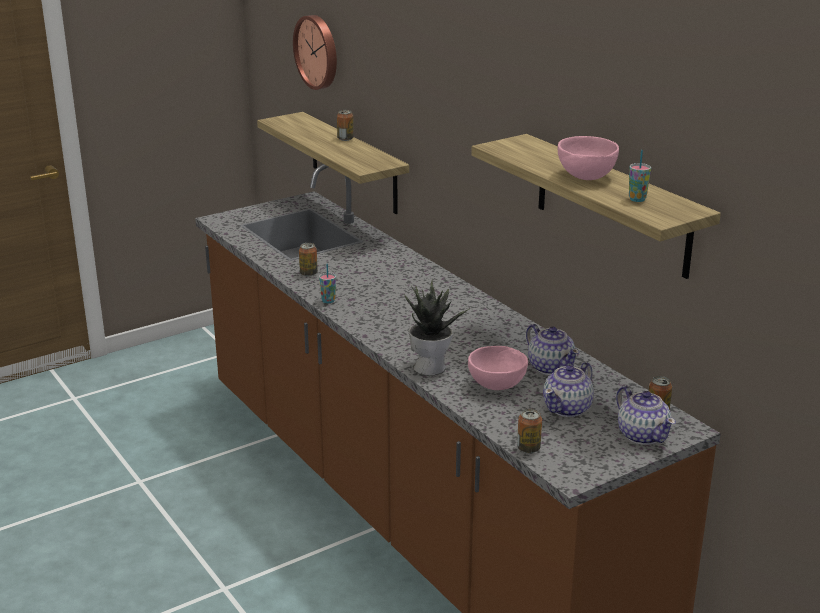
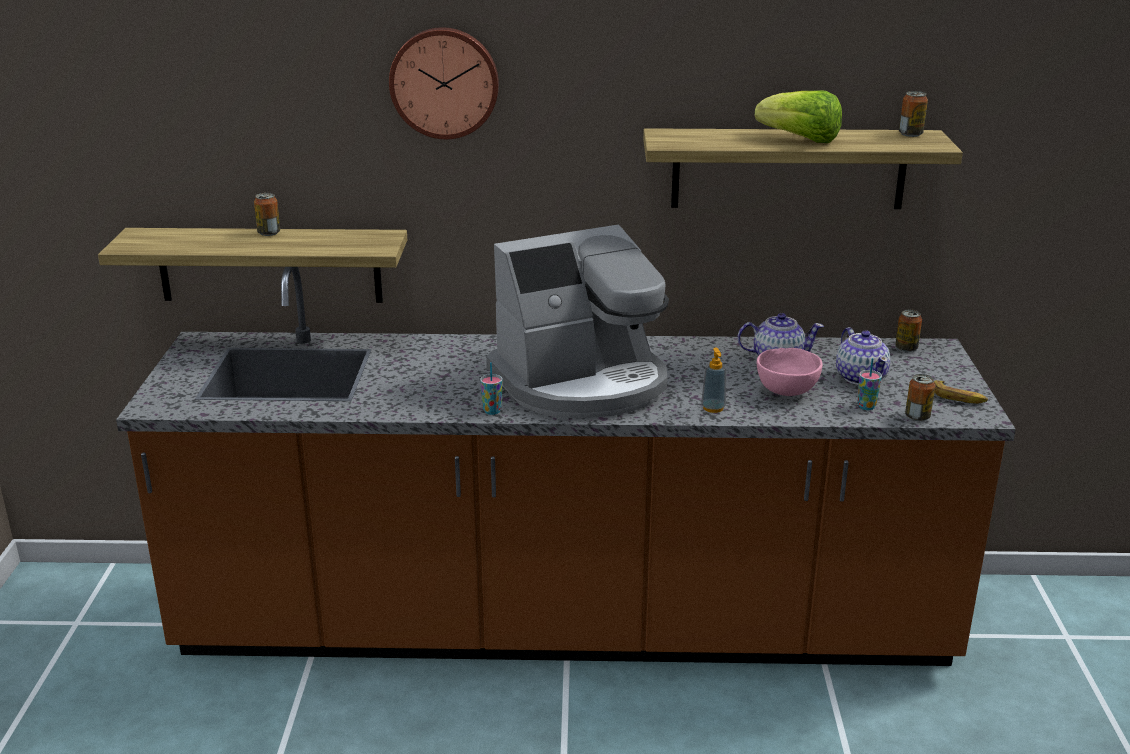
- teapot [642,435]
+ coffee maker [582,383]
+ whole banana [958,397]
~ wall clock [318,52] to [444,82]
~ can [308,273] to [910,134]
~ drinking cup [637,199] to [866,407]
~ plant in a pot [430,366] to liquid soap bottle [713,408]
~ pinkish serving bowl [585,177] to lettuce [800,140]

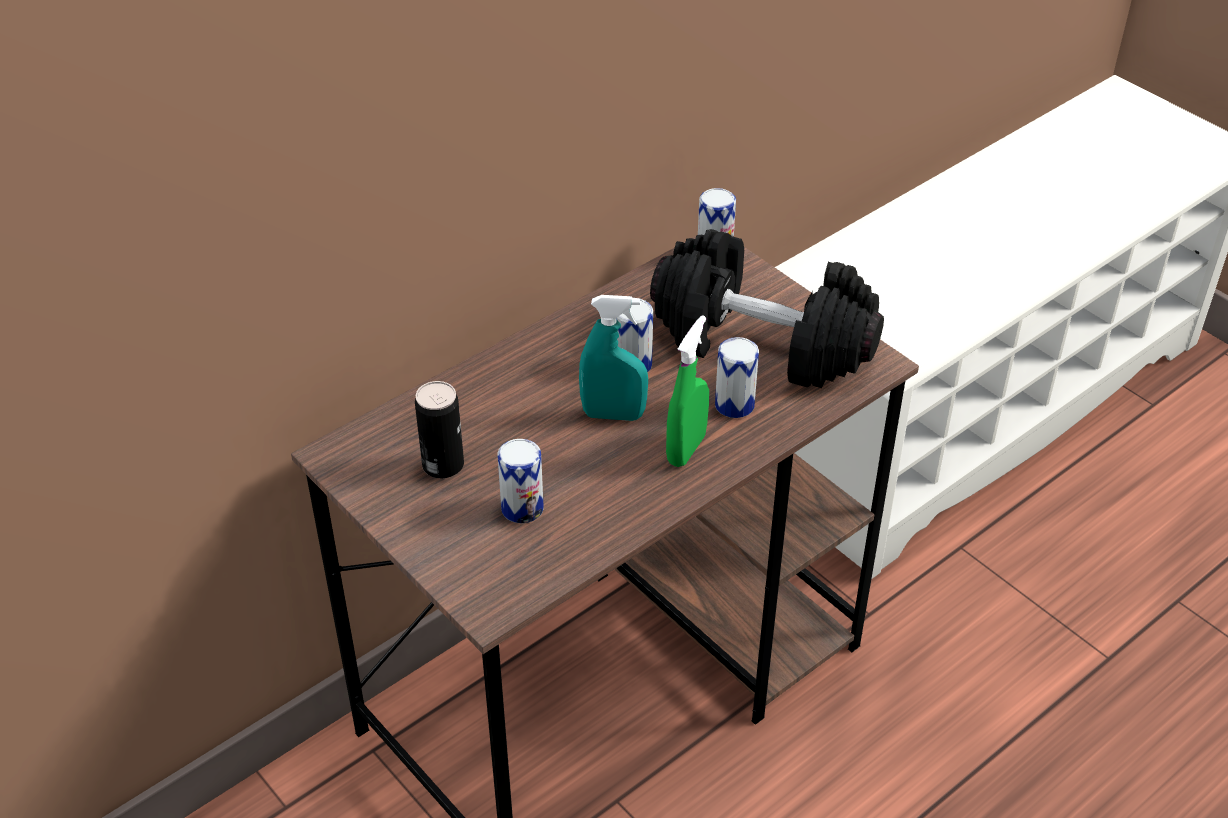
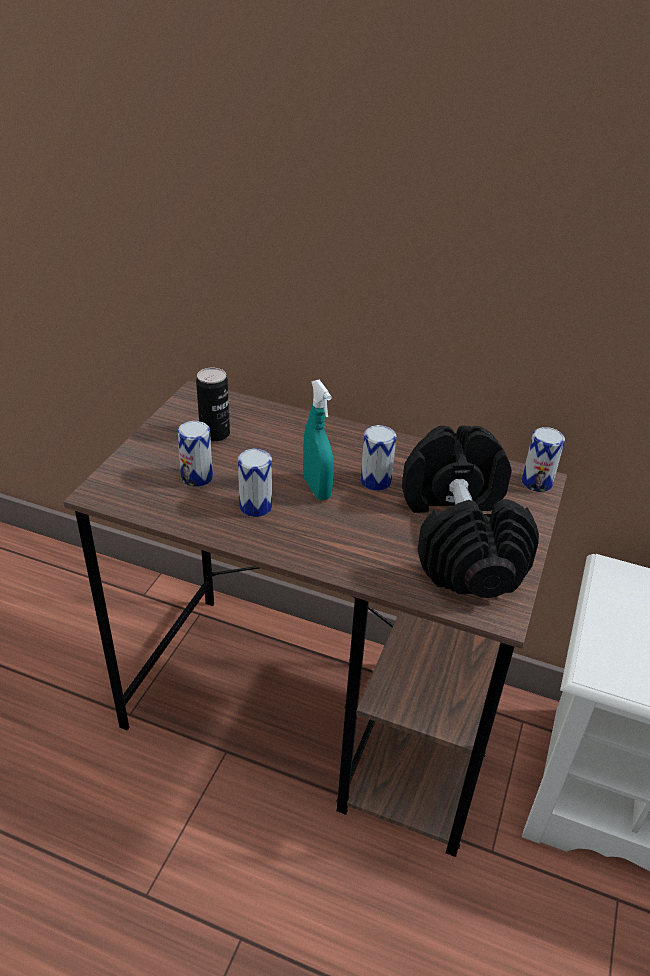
- green spray bottle [686,449]
~ can [734,405] to [255,506]

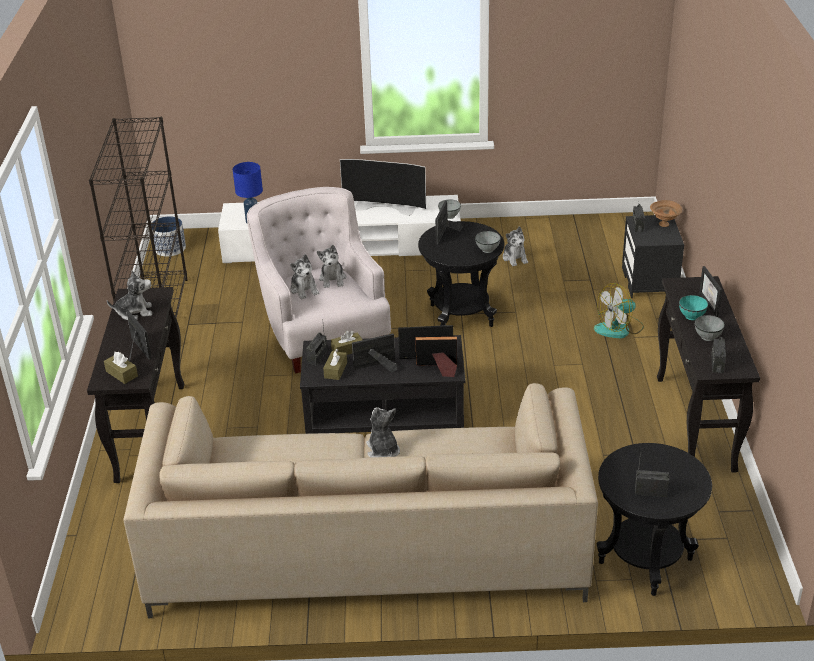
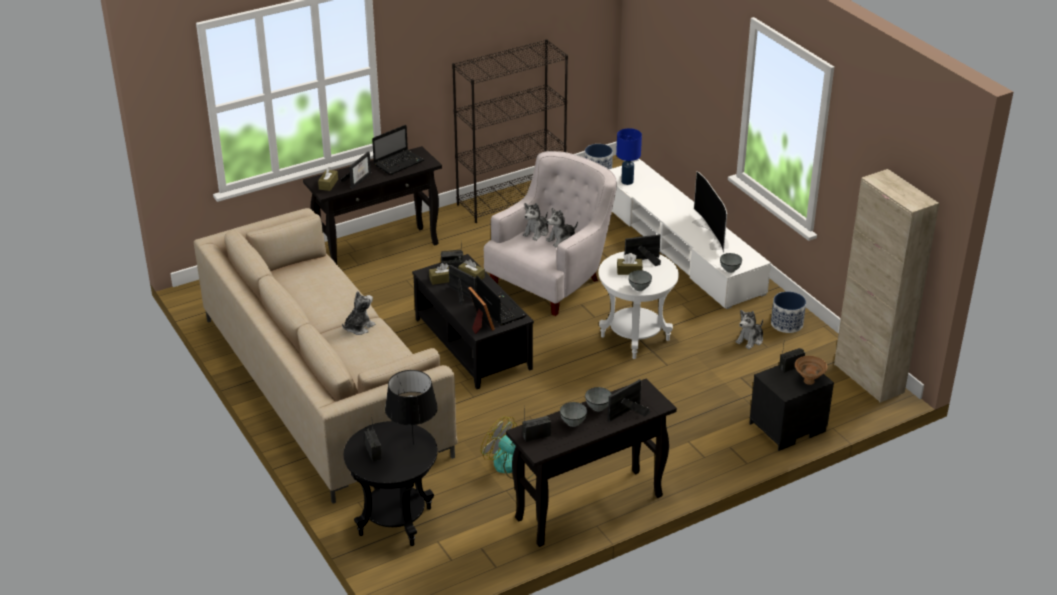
+ blackish lamp for a table [413,444]
+ brownish box of tissues [629,271]
+ plant pot [787,324]
+ sand-coloured cupboard [868,378]
~ cooling fan [619,328] to [512,465]
~ cuddly toy [134,312] to portable computer [399,162]
~ blackish side table [461,316] to whitish side table [635,338]
~ turquoise serving bowl [692,316] to gray serving bowl [597,407]

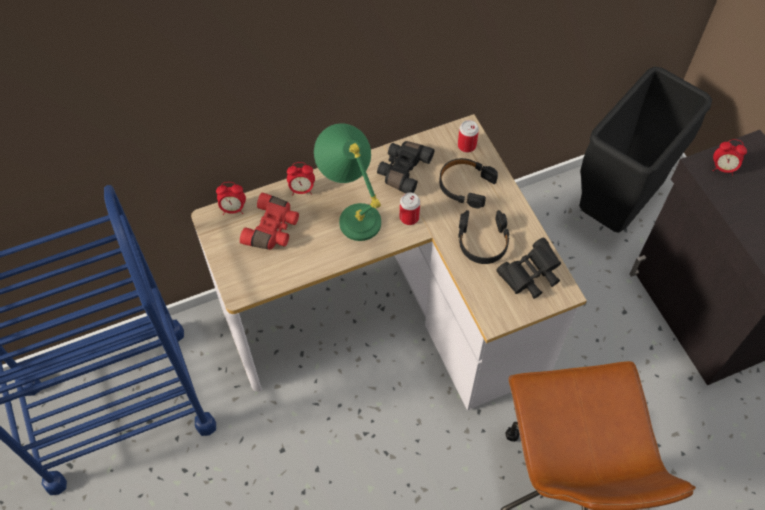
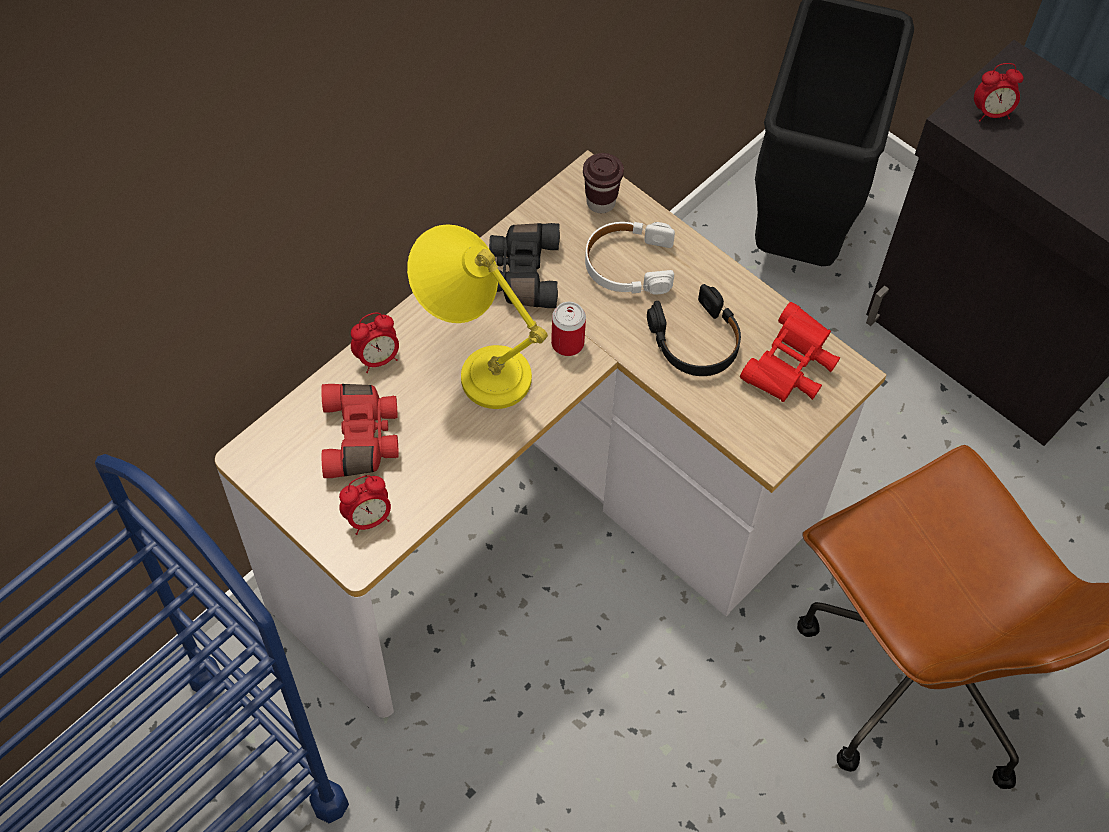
~ alarm clock [233,209] to [368,519]
~ can [466,145] to brownish drinking cup [601,202]
~ green lamp for a table [352,211] to yellow-coloured lamp for a table [474,365]
~ blackish headphones [465,185] to whitish headphones [628,265]
~ blackish pair of binoculars [530,276] to red-coloured pair of binoculars [790,368]

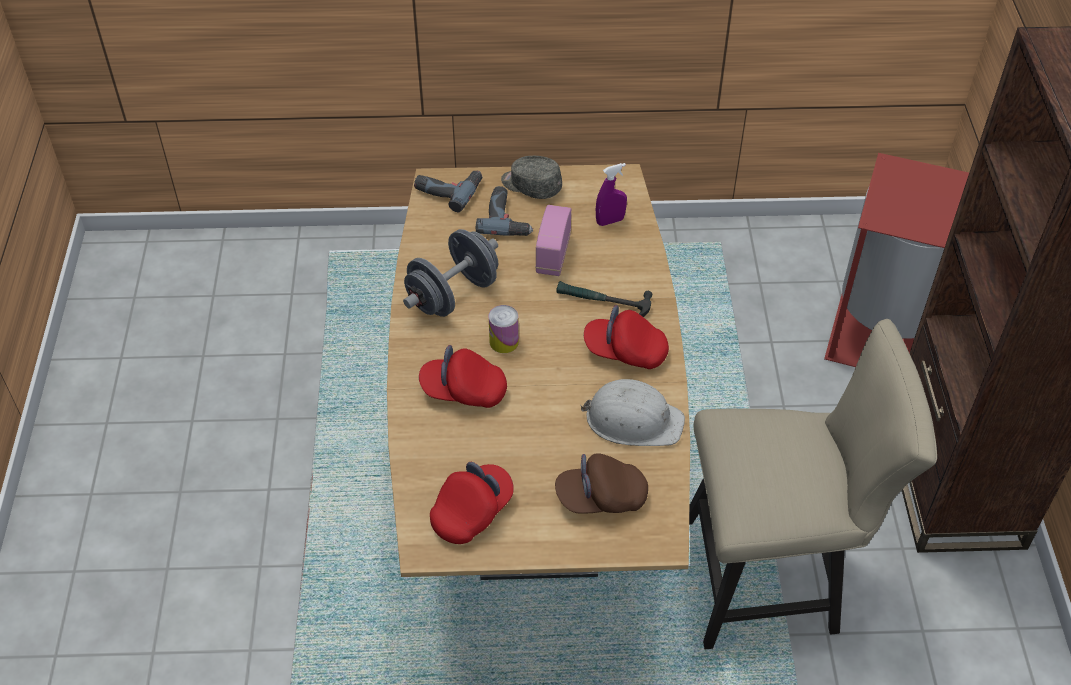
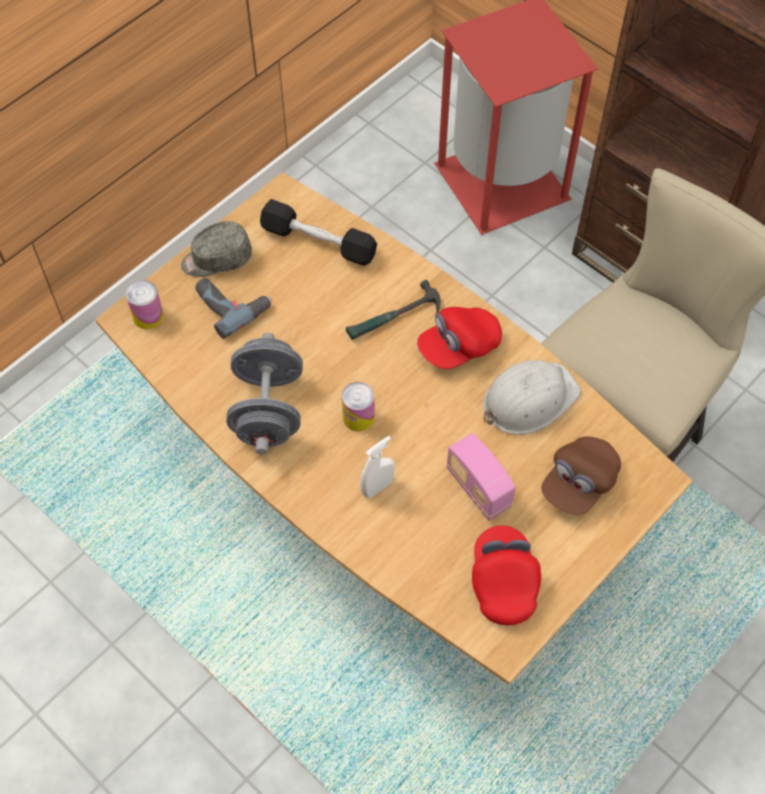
~ radio set [553,255] to [478,488]
~ power drill [448,189] to can [148,316]
~ red-coloured peaked cap [463,391] to whitish spray bottle [377,487]
~ purplish spray bottle [610,221] to blackish dumbbell [318,242]

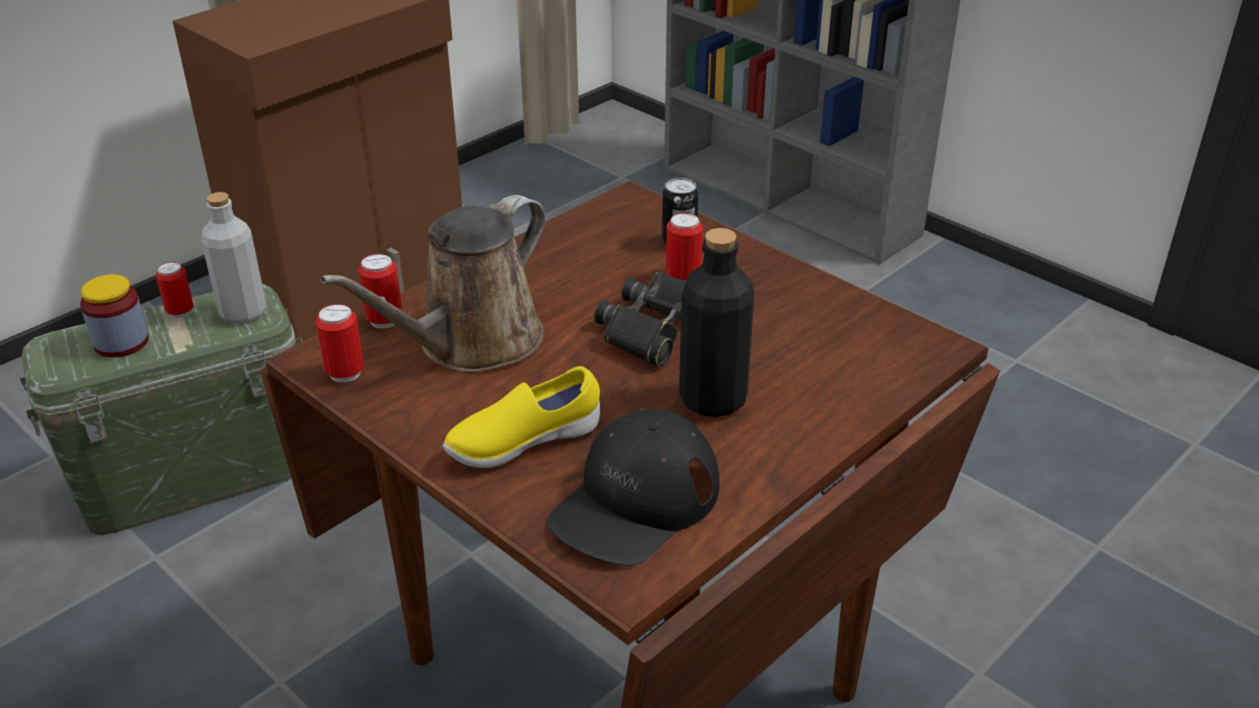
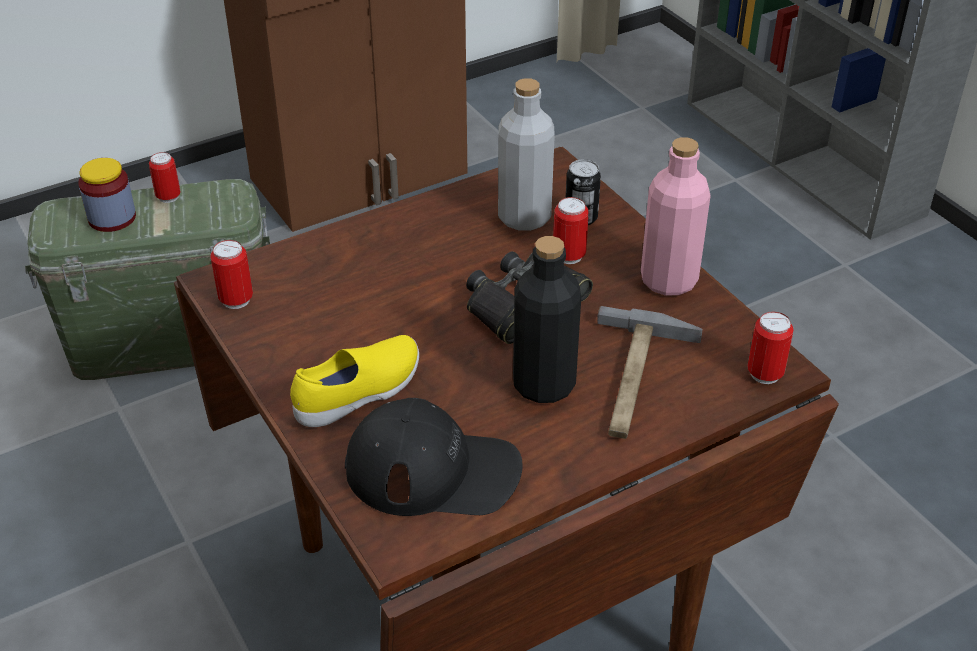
- brownish sprinkling can [471,344]
+ hammer [636,379]
+ pinkish bottle [668,280]
~ gray bottle [243,312] to [524,217]
~ can [384,320] to [765,374]
~ yellow-coloured low shoe [523,442] = [360,395] 150 degrees clockwise
~ blackish peaked cap [635,502] = [433,470] 135 degrees counterclockwise

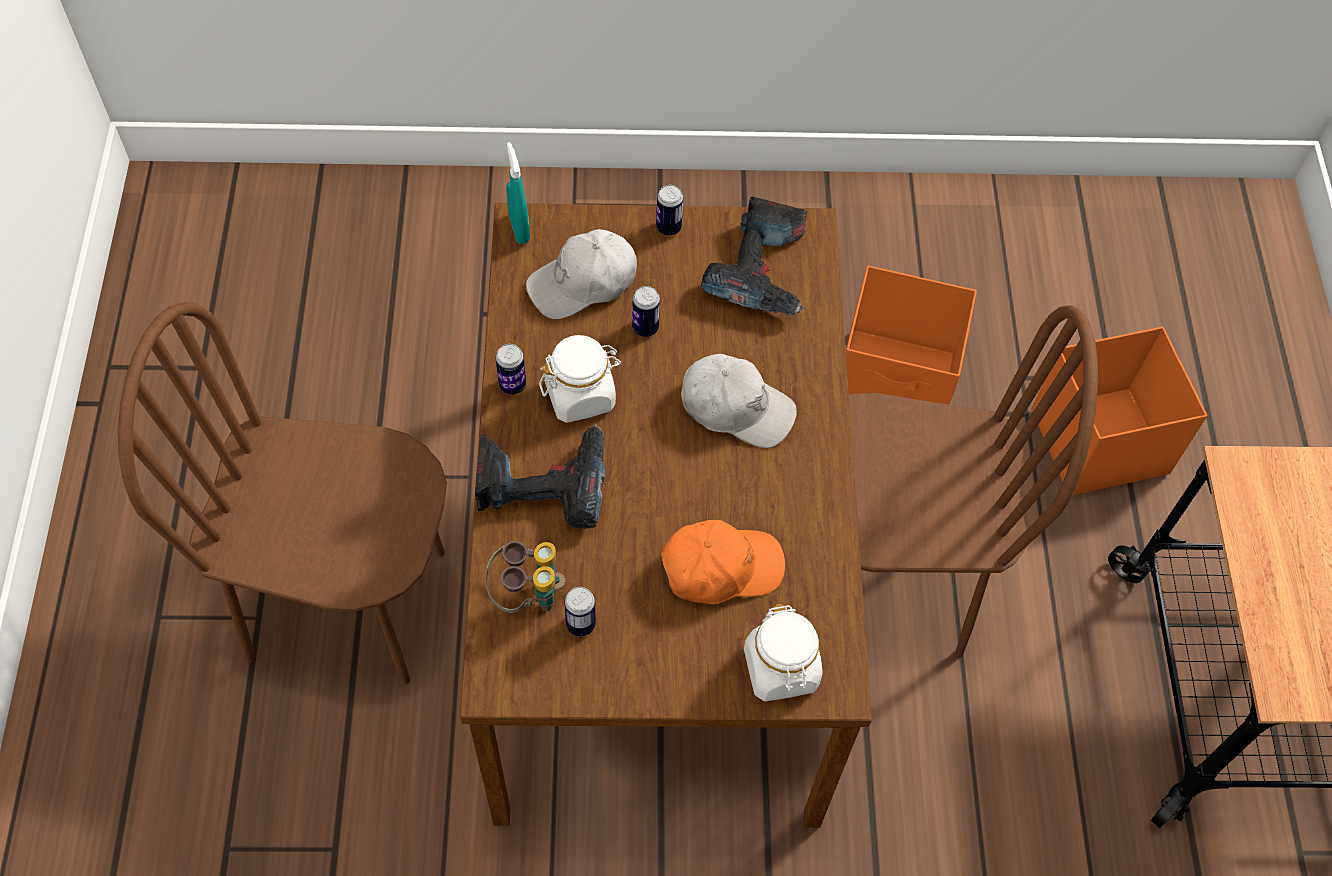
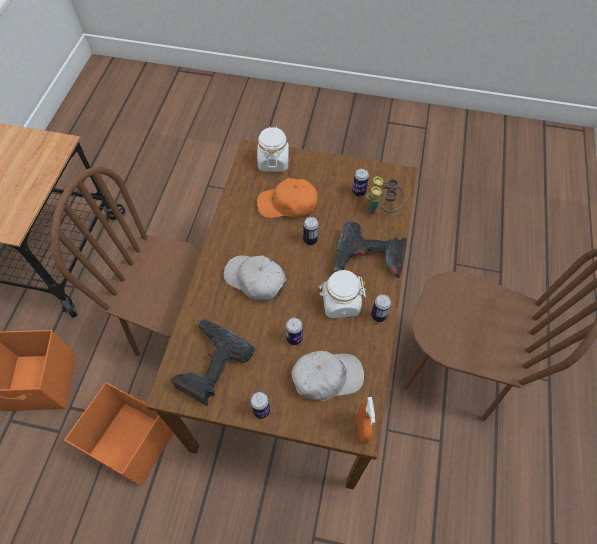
+ can [310,240]
~ turquoise spray bottle [519,229] to orange spray bottle [362,429]

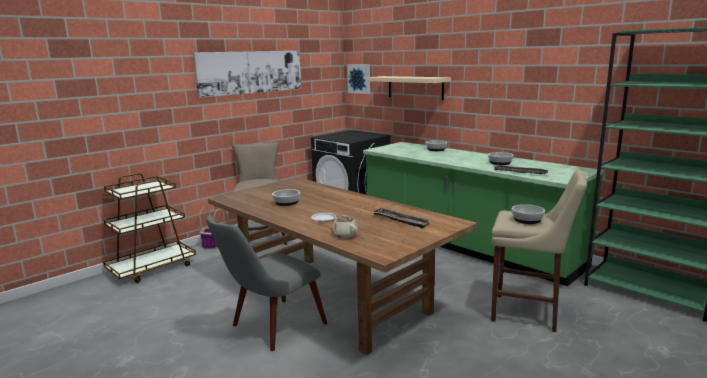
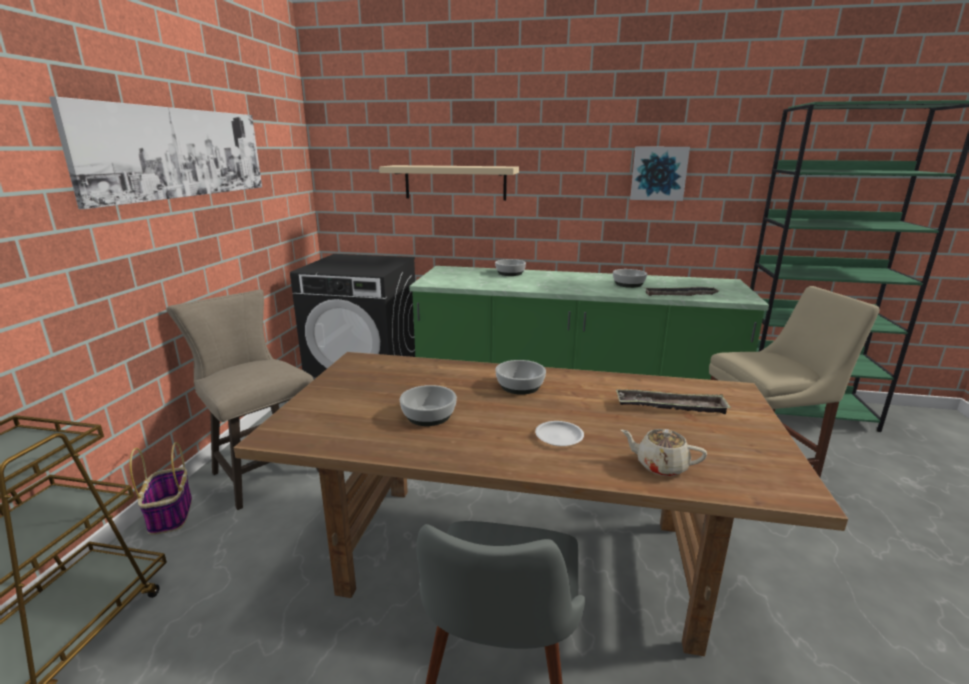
~ wall art [359,78] to [658,173]
~ serving bowl [527,220] to [520,386]

